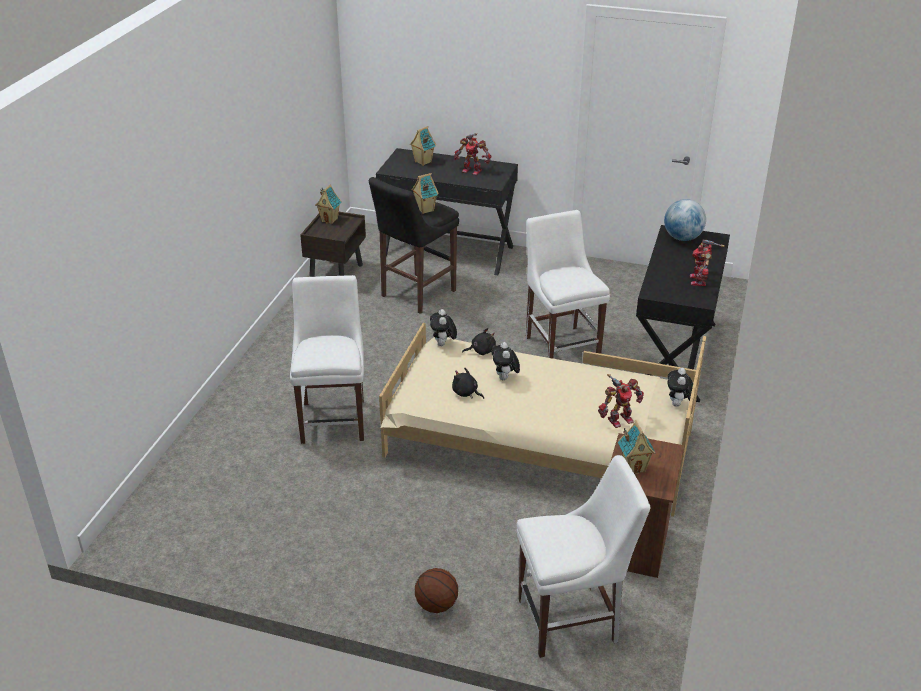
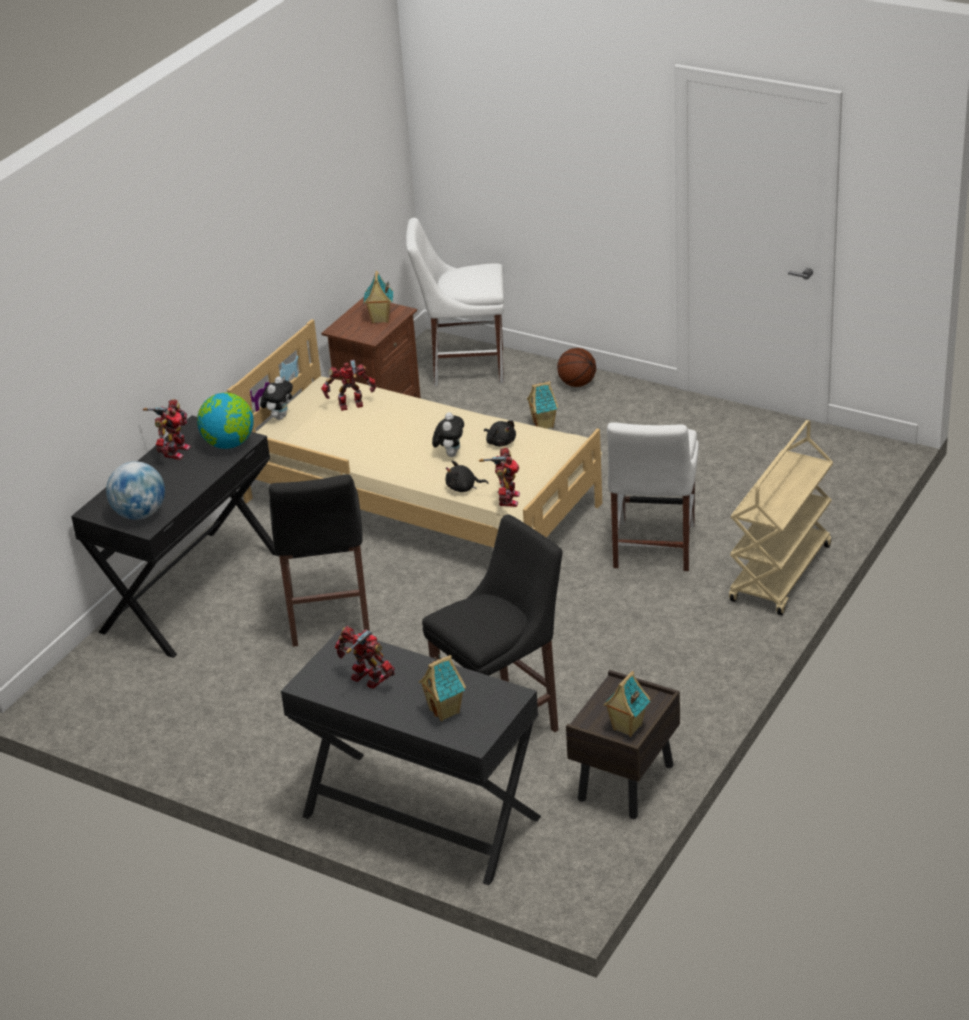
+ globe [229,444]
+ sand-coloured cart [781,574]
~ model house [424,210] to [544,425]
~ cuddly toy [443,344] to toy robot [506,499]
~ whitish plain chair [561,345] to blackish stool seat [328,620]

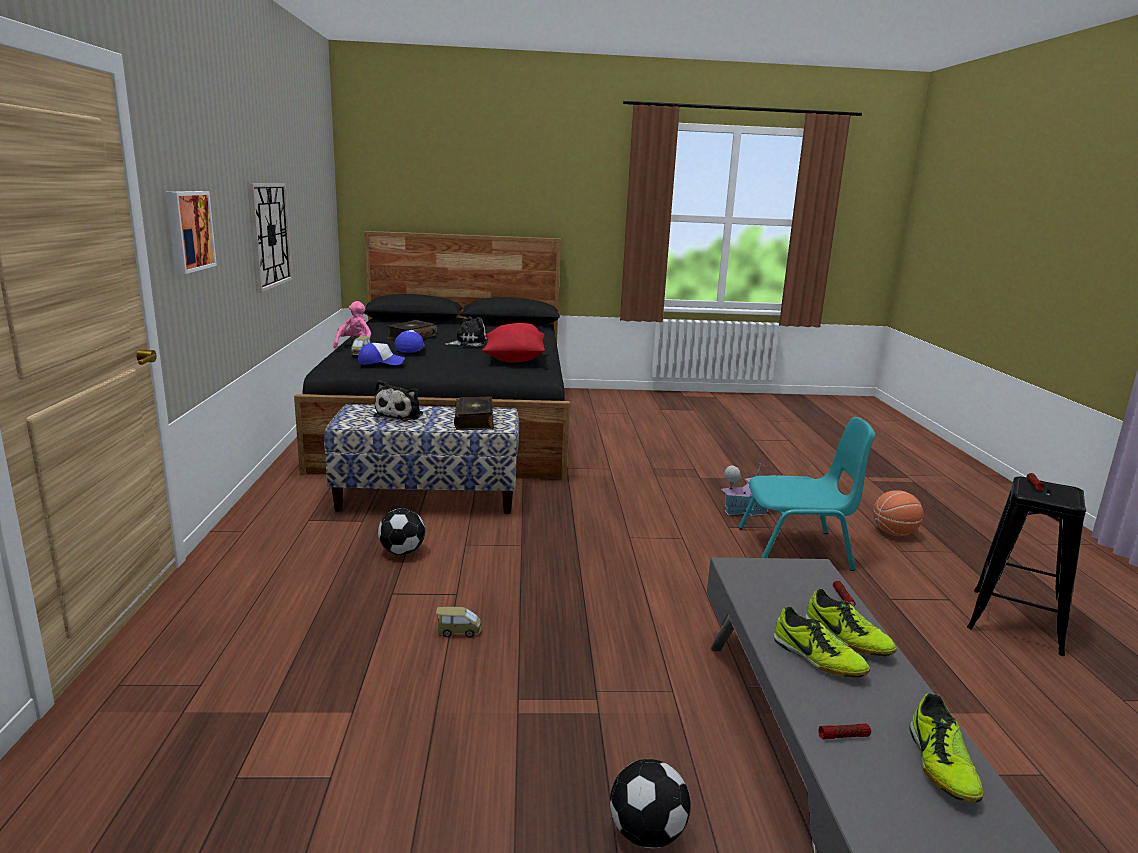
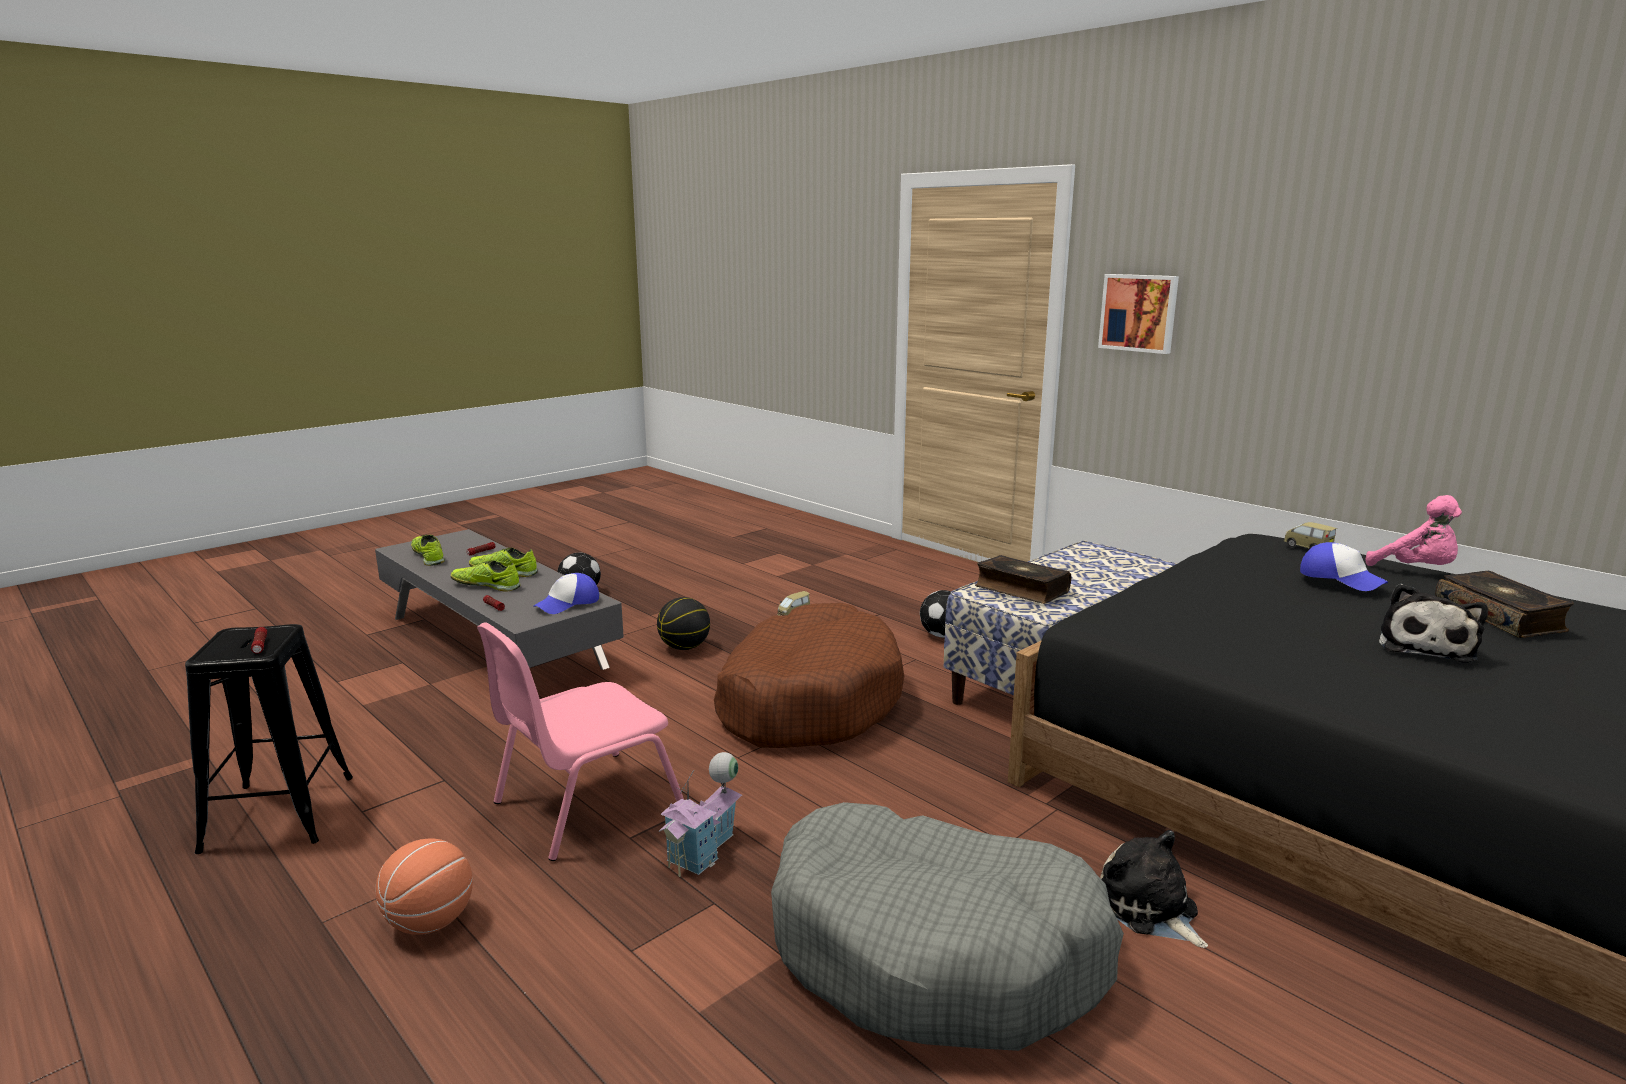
- wall clock [269,235]
- red-coloured pillow [514,360]
+ basketball [685,647]
+ brownish pet bed [808,700]
+ gray pet bed [936,952]
~ peaked cap [381,362] to [568,603]
~ cuddly toy [401,415] to [1149,909]
~ turquoise plain chair [796,549] to pinkish plain chair [584,805]

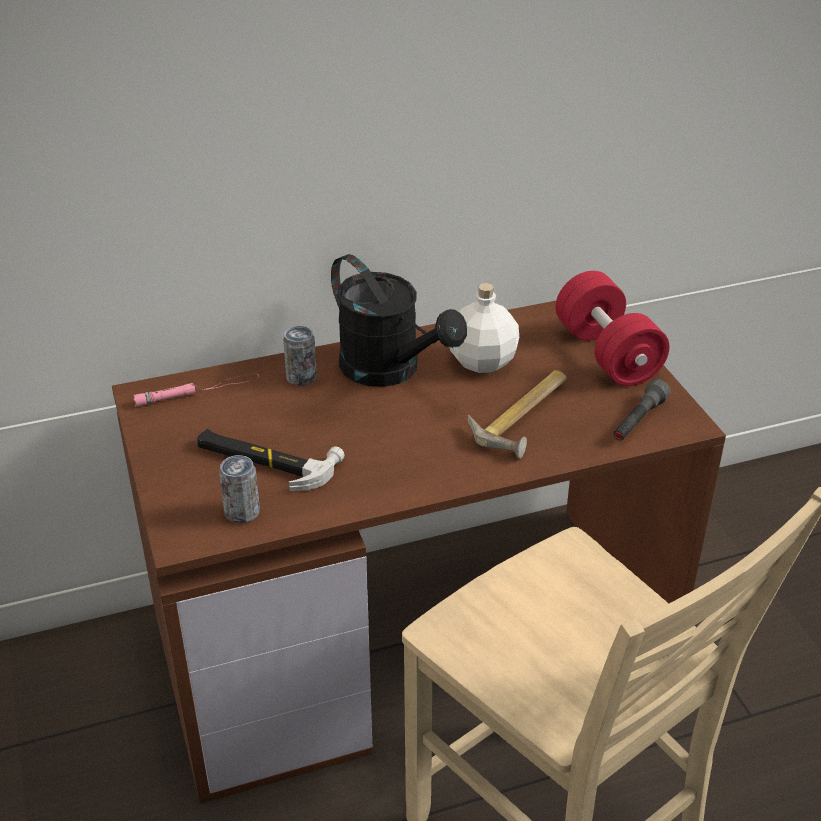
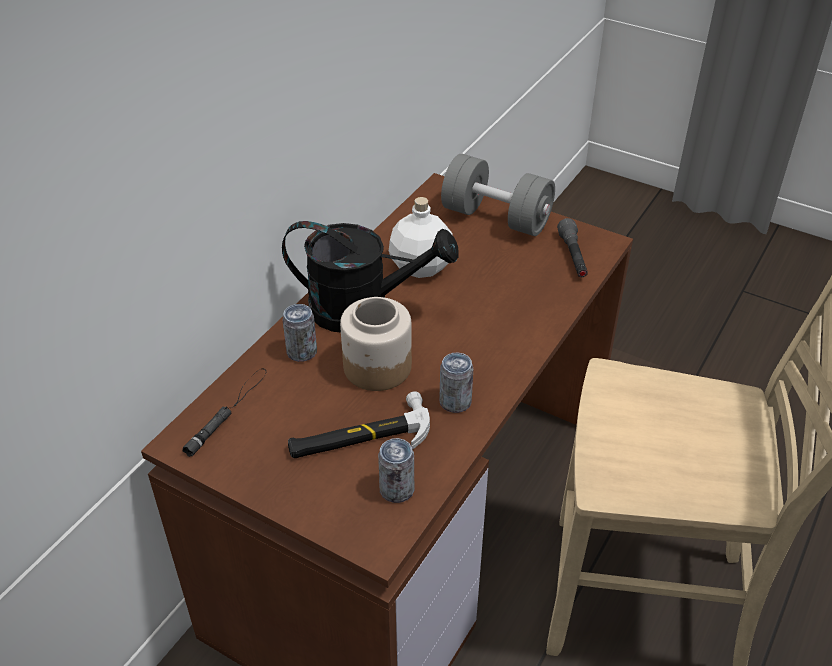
- hammer [526,417]
+ preserve jar [376,367]
+ can [455,402]
~ pinkish hand torch [198,391] to blackish hand torch [228,411]
~ red-coloured dumbbell [607,354] to gray dumbbell [496,217]

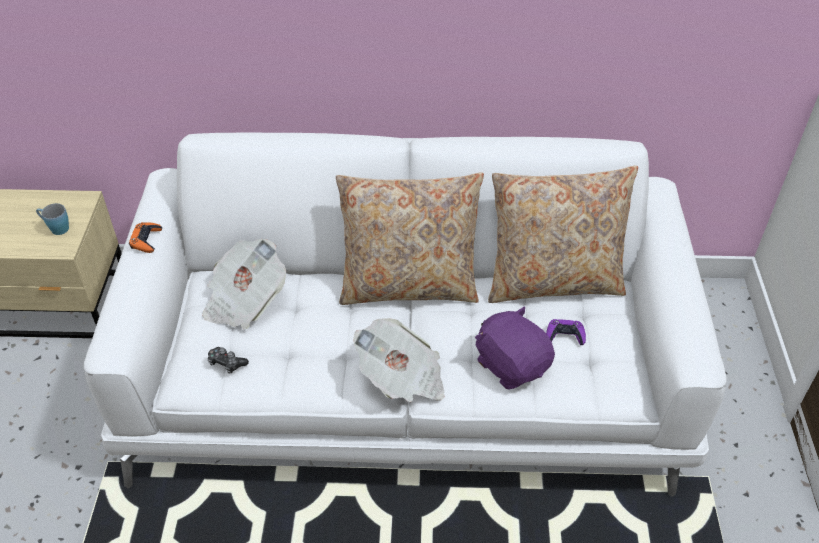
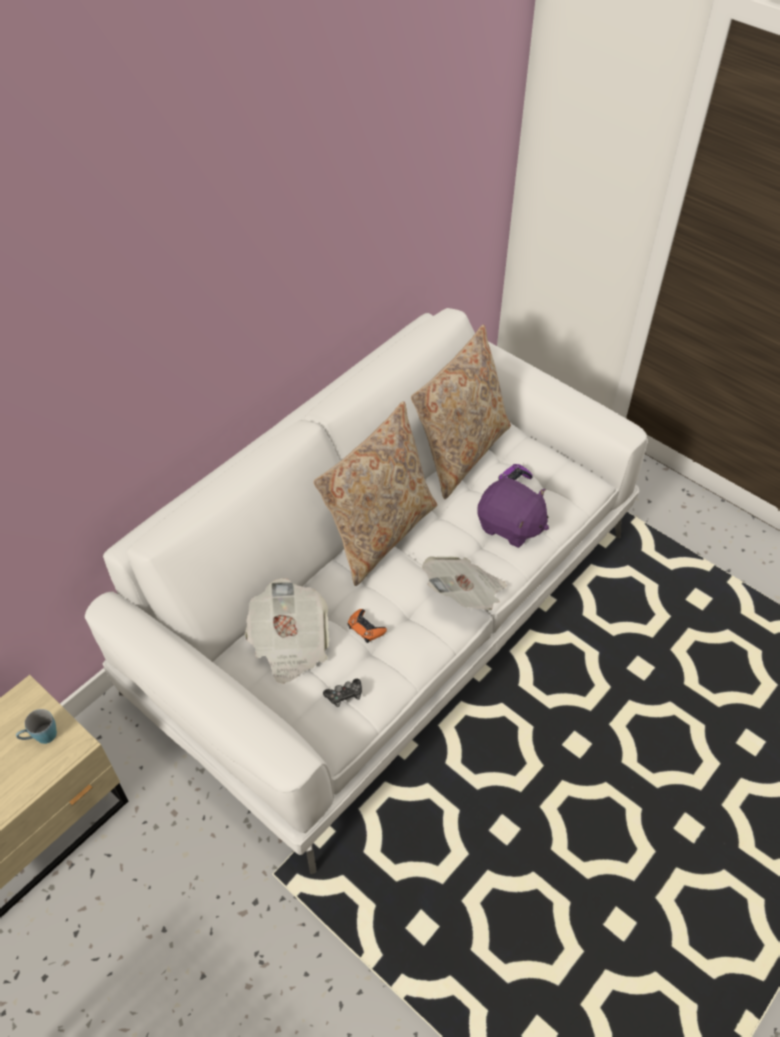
~ orange gamepad [146,240] to [366,628]
~ purplish cuddly toy [511,364] = [510,526] 150 degrees counterclockwise

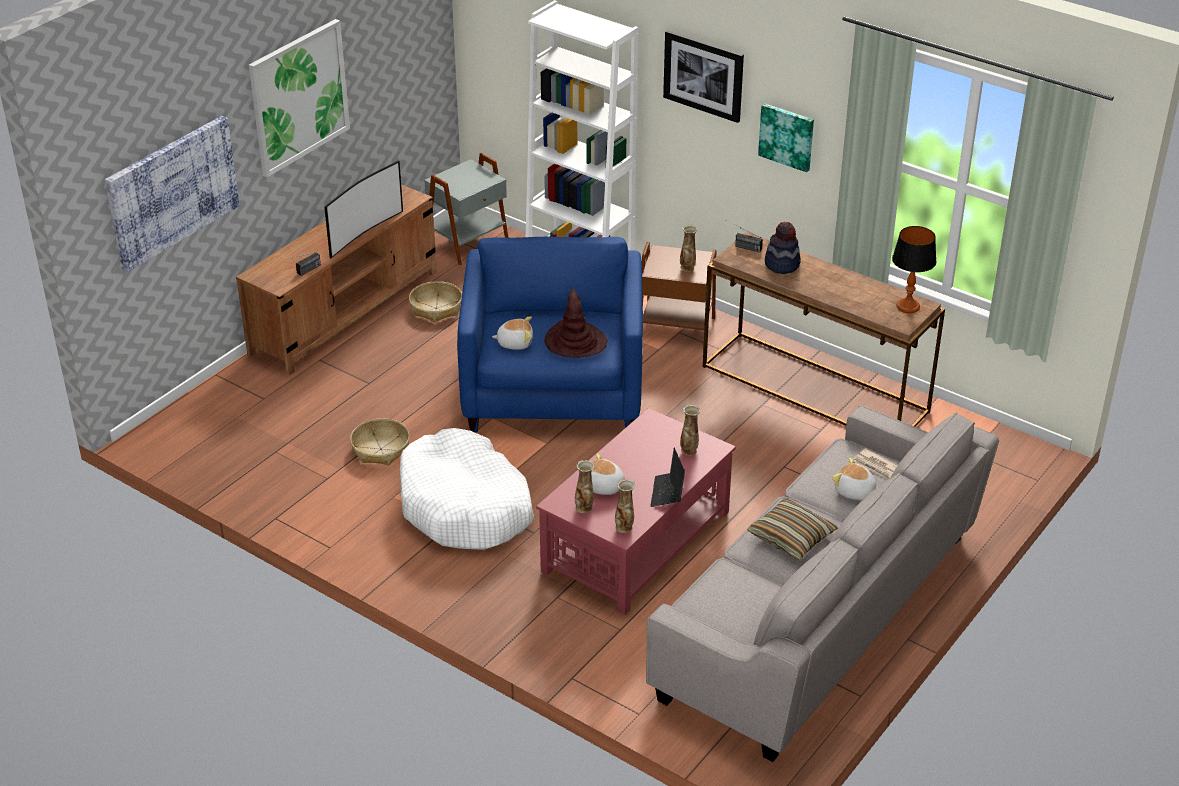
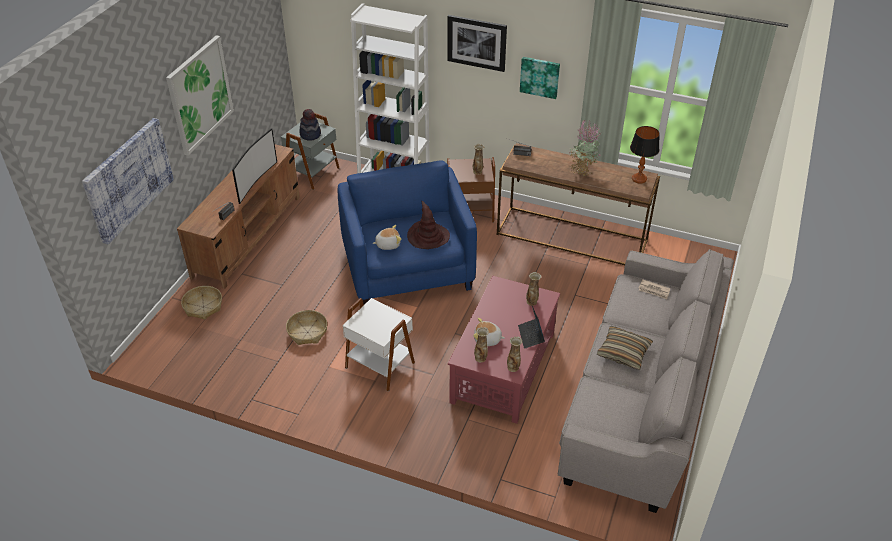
- cuddly toy [854,492]
+ plant in a pot [582,170]
~ household basket [436,308] to [203,307]
~ clothing hat [782,264] to [310,134]
~ whitish pet bed [465,506] to whitish side table [380,364]

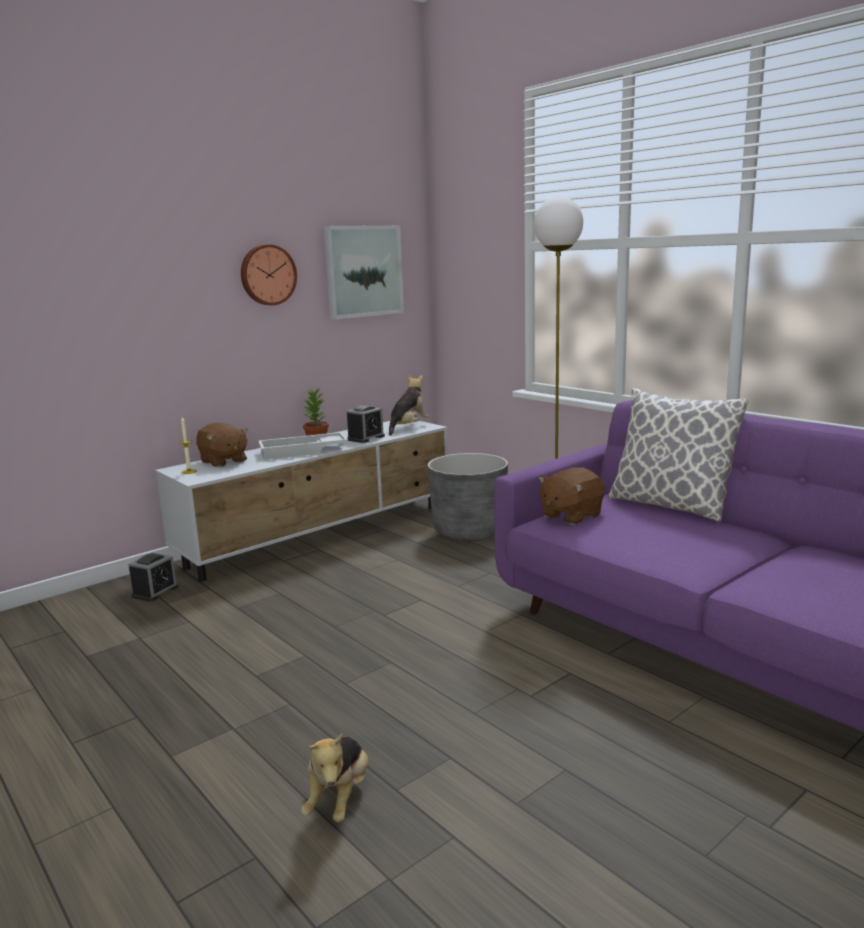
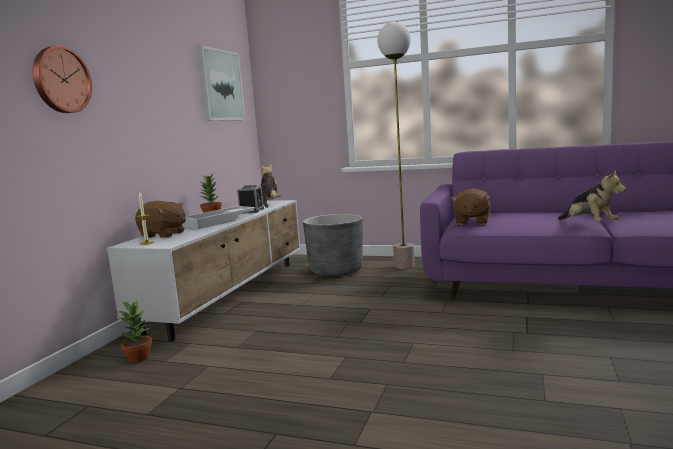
- pillow [670,506]
~ wall clock [267,275] to [60,80]
~ cuddly toy [339,798] to [589,224]
~ alarm clock [155,592] to plant in a pot [138,357]

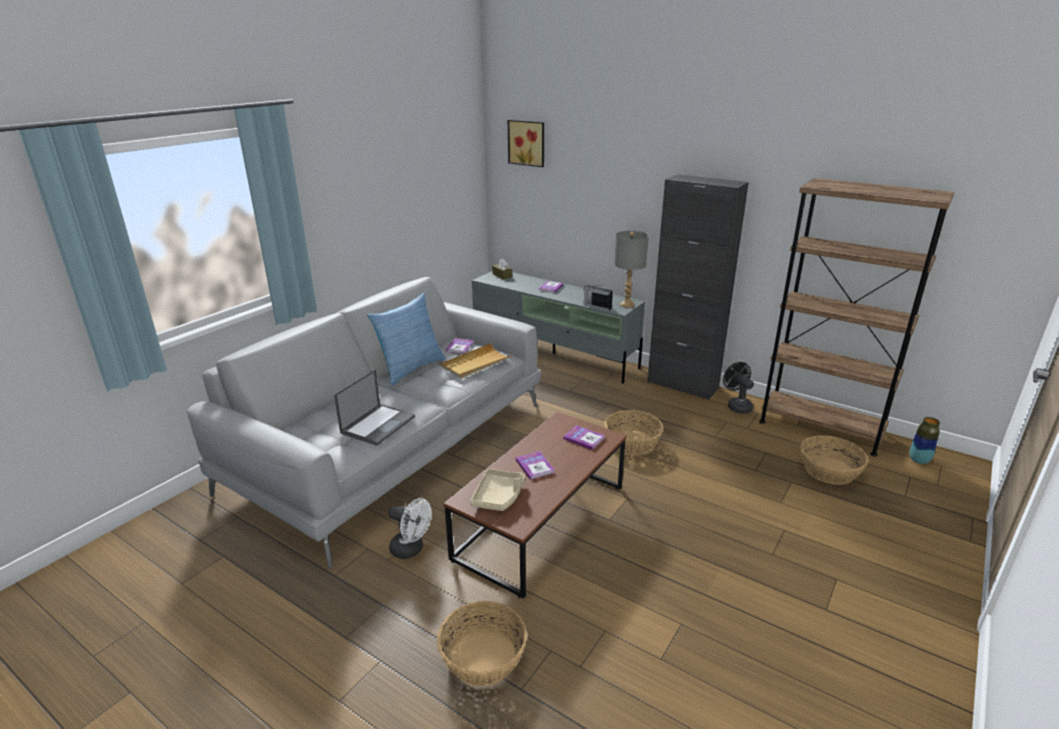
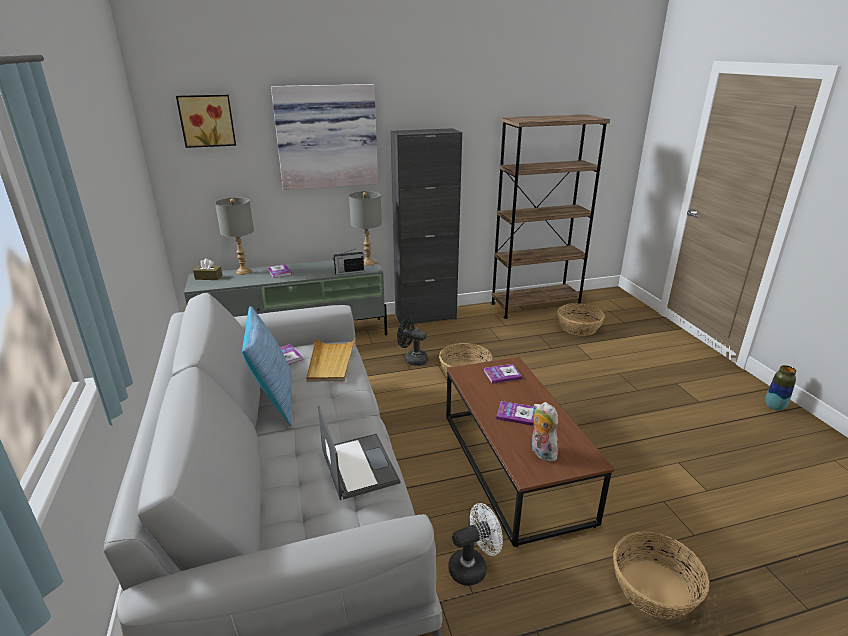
+ gray lamp for a table [243,271]
+ wall art [326,136]
~ blackish cooling fan [737,406] to [412,359]
~ decorative vase [919,460] to [774,407]
~ sand-coloured serving tray [498,496] to cuddly toy [541,452]

